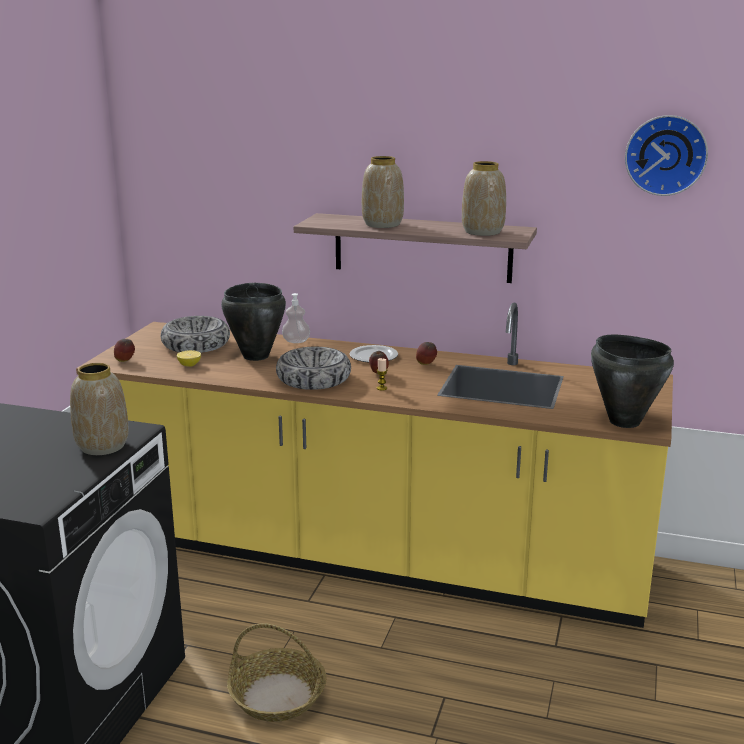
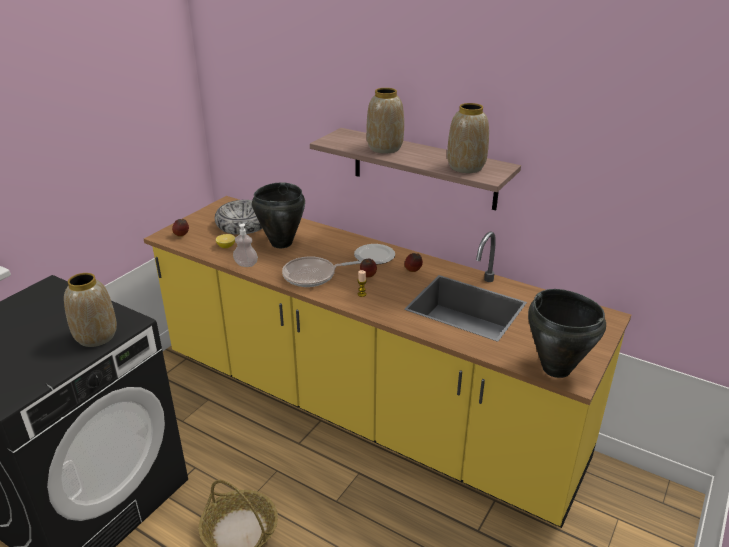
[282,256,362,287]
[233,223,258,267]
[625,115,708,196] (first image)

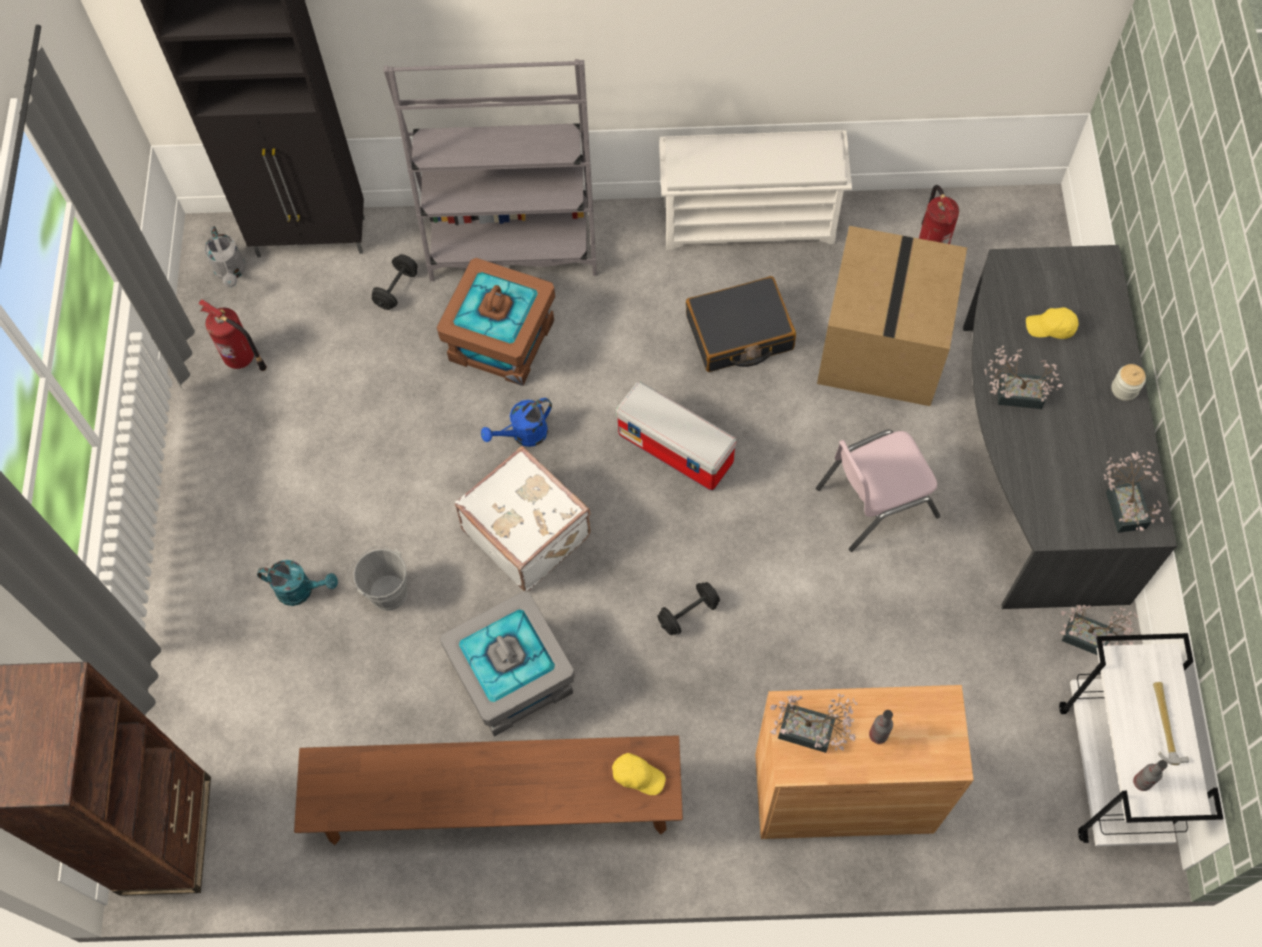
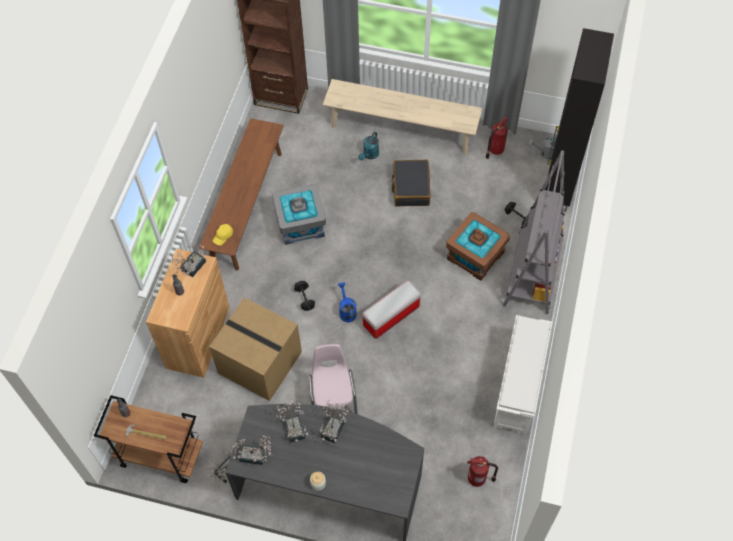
[347,546,407,611] (first image)
[455,446,590,592] (first image)
[338,282,357,322]
[391,160,431,206]
[209,297,302,401]
[1026,307,1078,339] (first image)
[94,395,203,483]
[276,400,308,443]
[323,79,482,155]

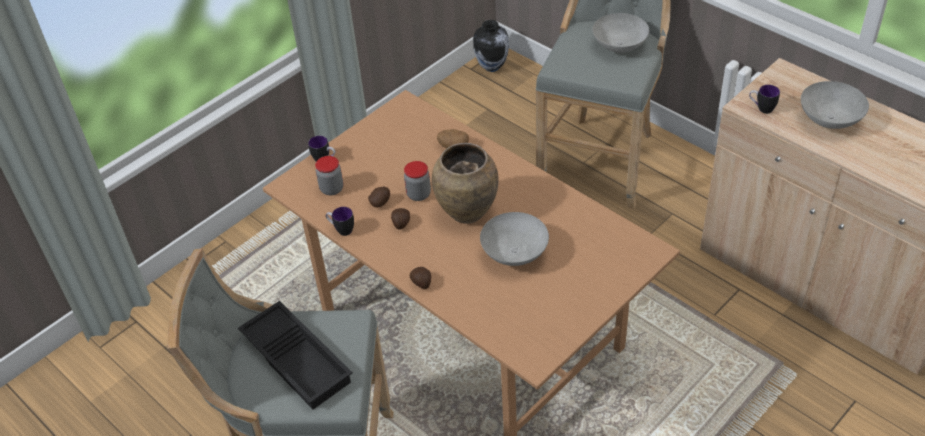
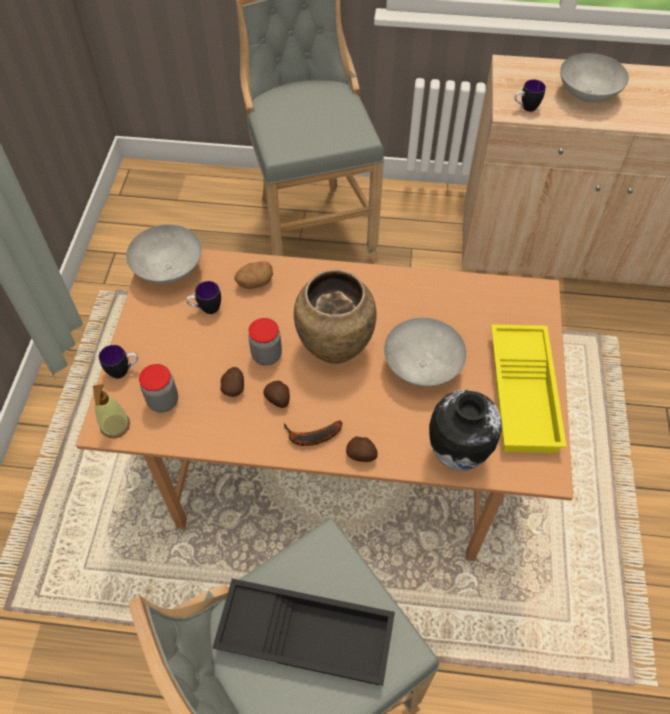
[186,281,221,314]
[429,390,502,471]
[126,224,202,284]
[93,384,130,438]
[284,421,342,446]
[491,324,567,453]

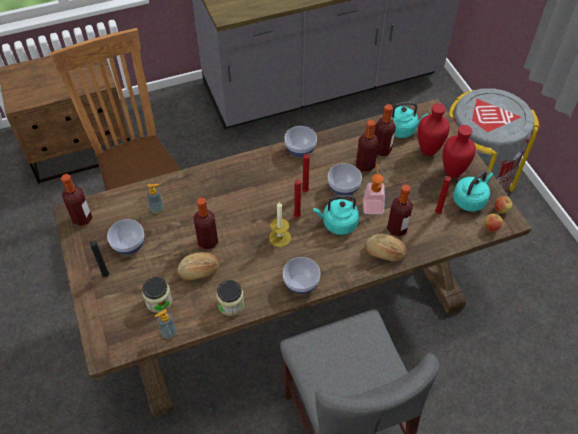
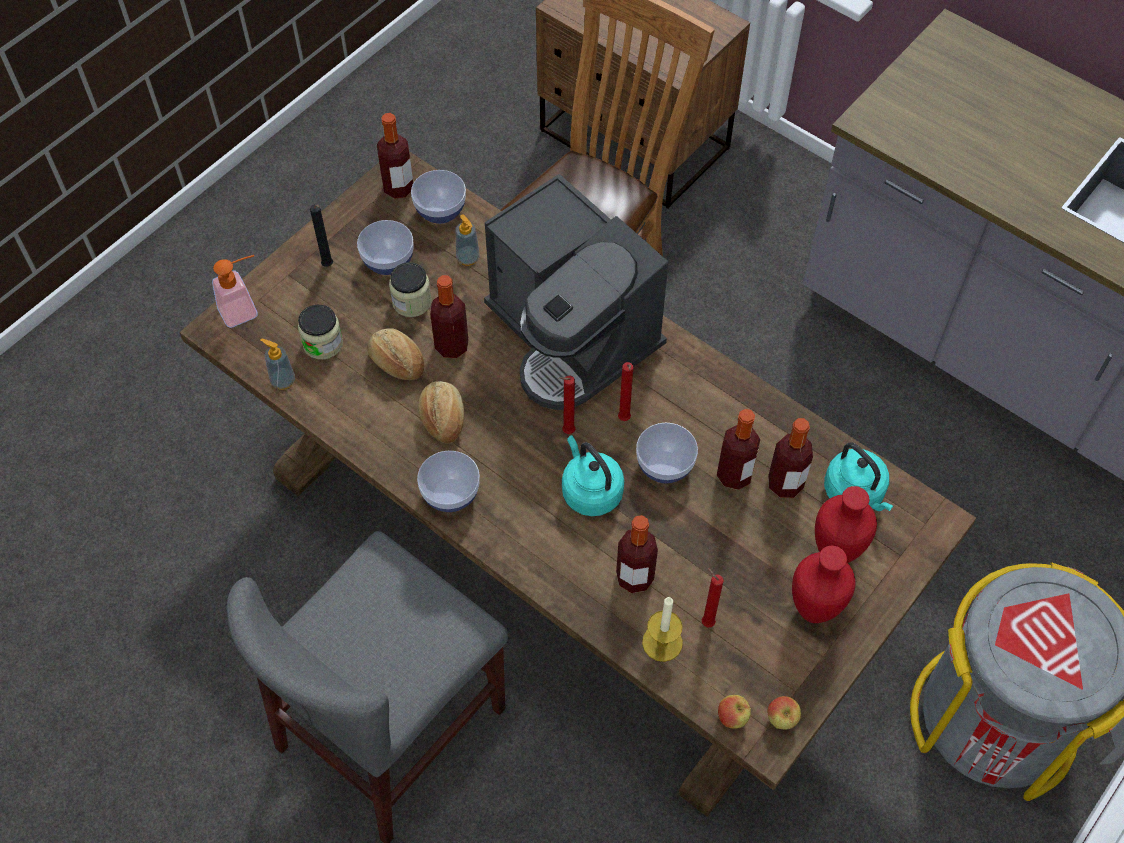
[389,262,432,317]
[642,596,683,662]
[411,170,466,224]
[212,255,257,328]
[418,381,464,444]
[453,170,493,211] (first image)
[484,174,668,410]

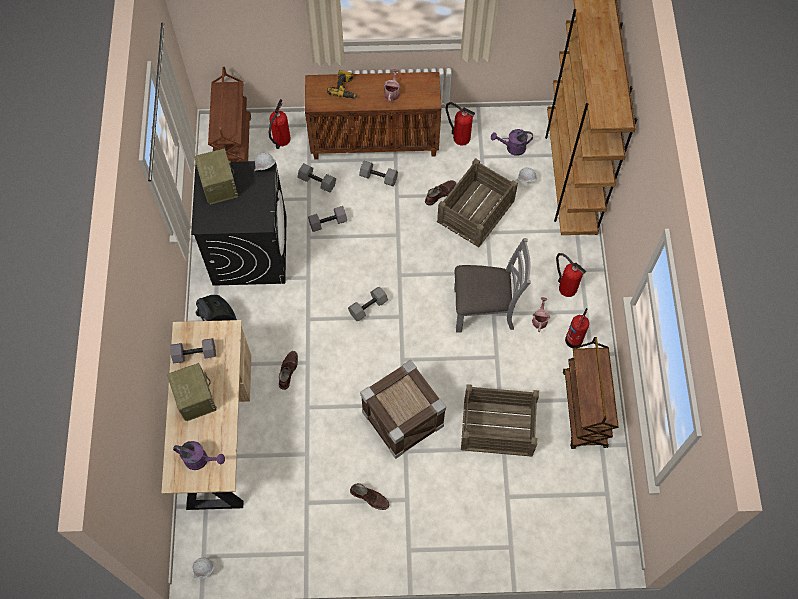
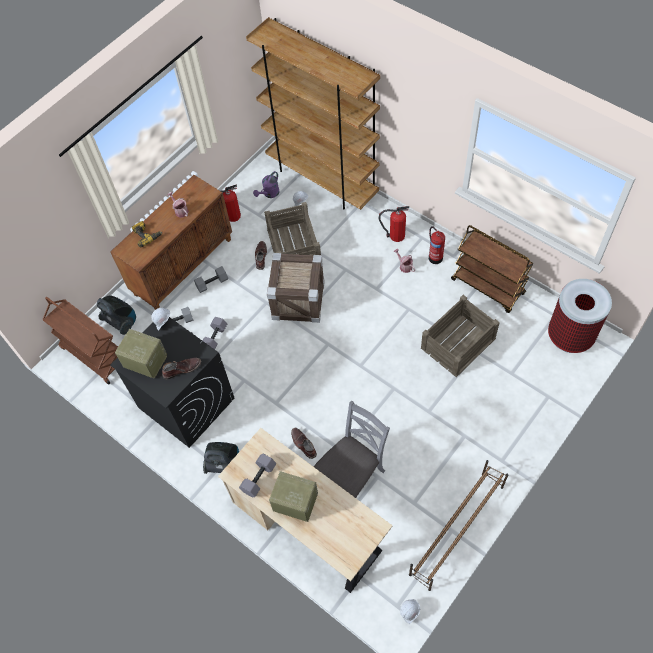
[173,441,225,470] (first image)
[97,295,136,335]
[348,287,388,321] (first image)
[162,358,201,379]
[267,253,325,323]
[314,401,390,498]
[409,460,509,591]
[548,279,612,353]

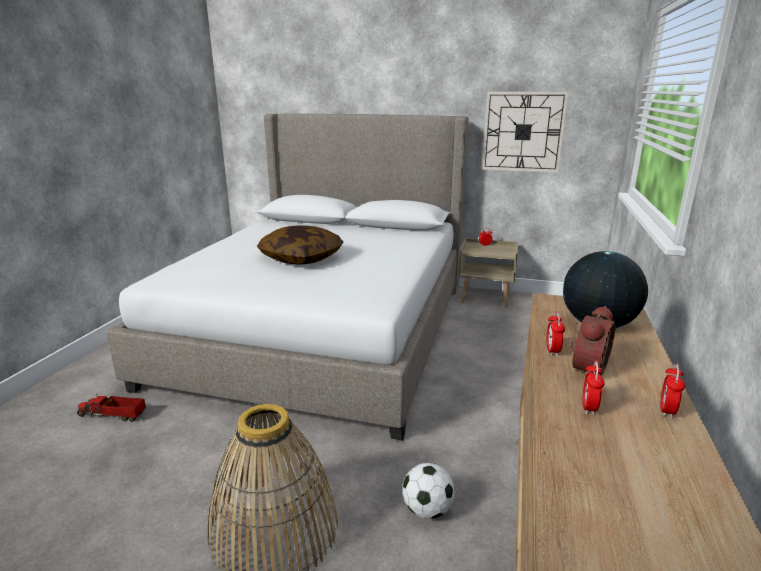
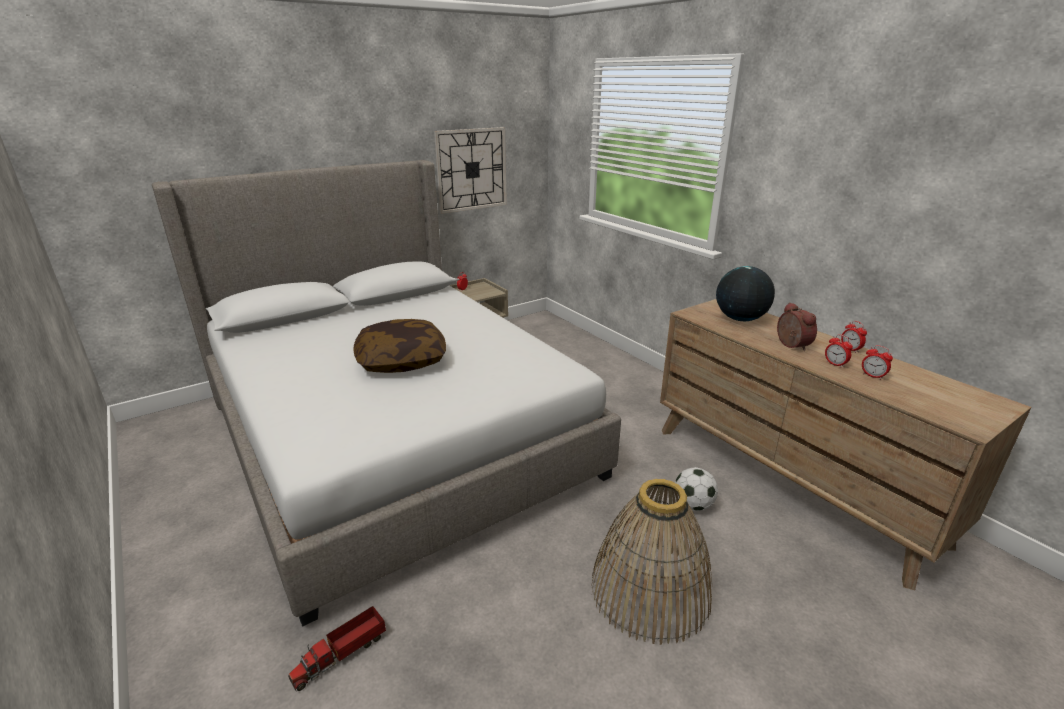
[862,345,893,380]

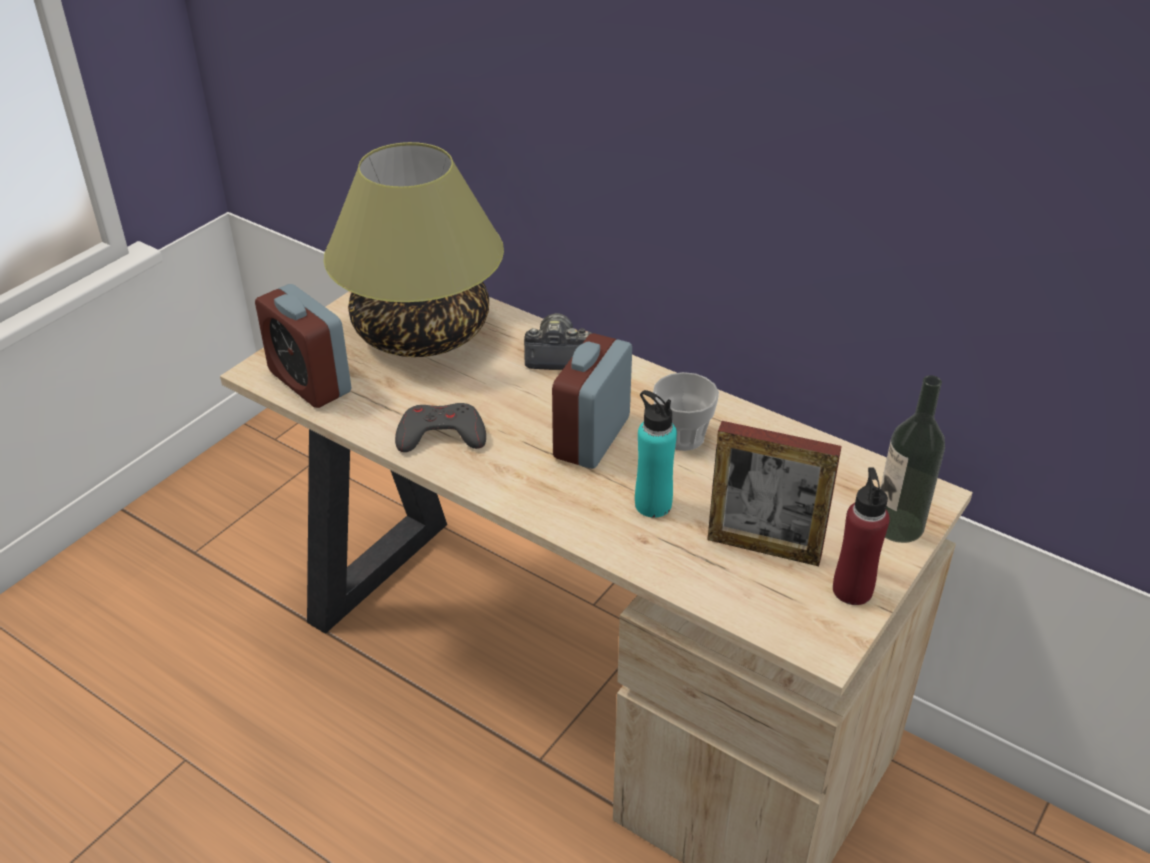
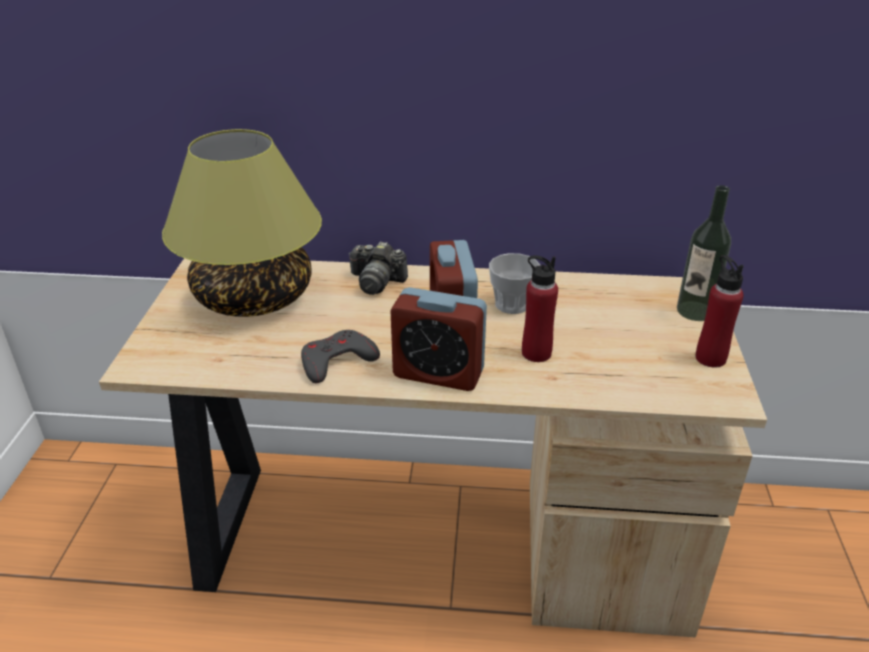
[390,287,487,391]
[348,241,408,295]
[522,255,558,362]
[707,421,842,566] (first image)

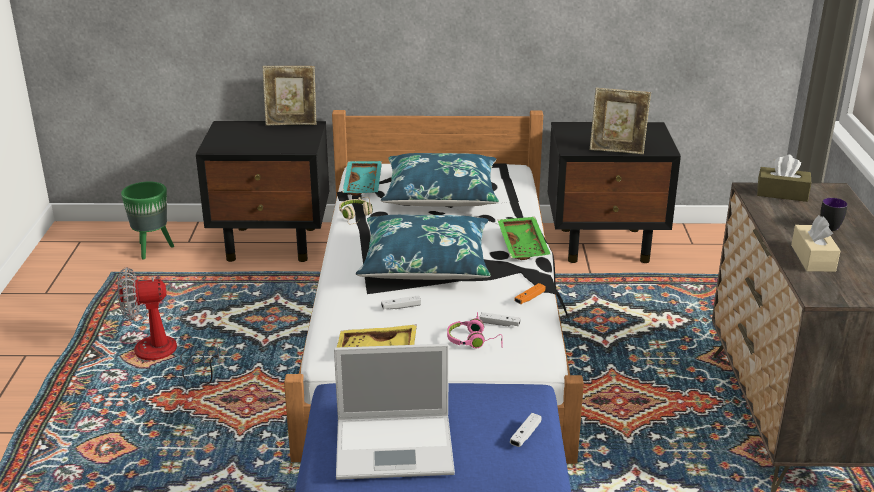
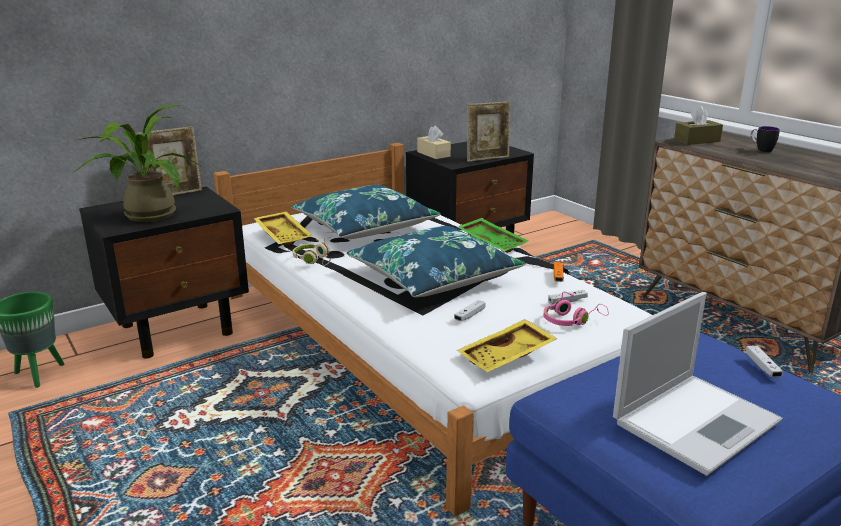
[118,267,220,385] (first image)
[253,211,313,246]
[417,126,451,159]
[74,105,205,222]

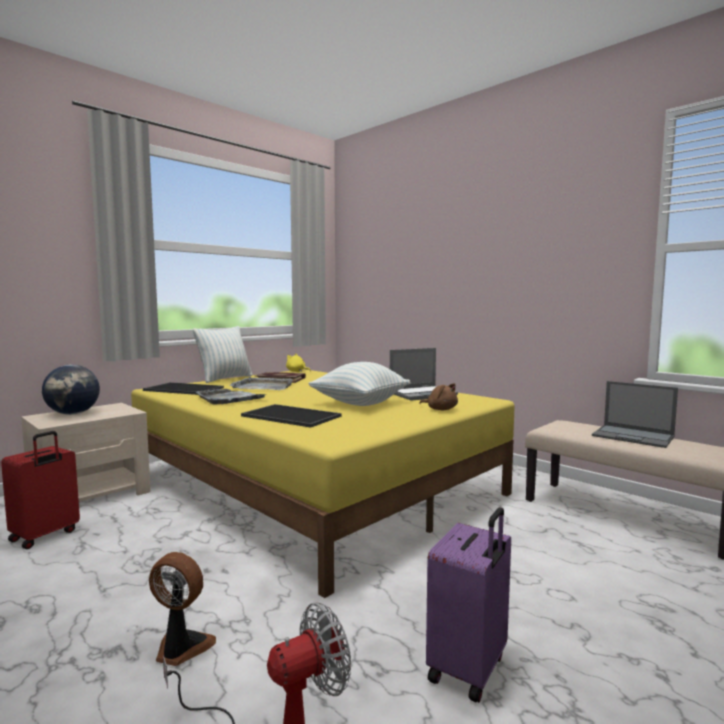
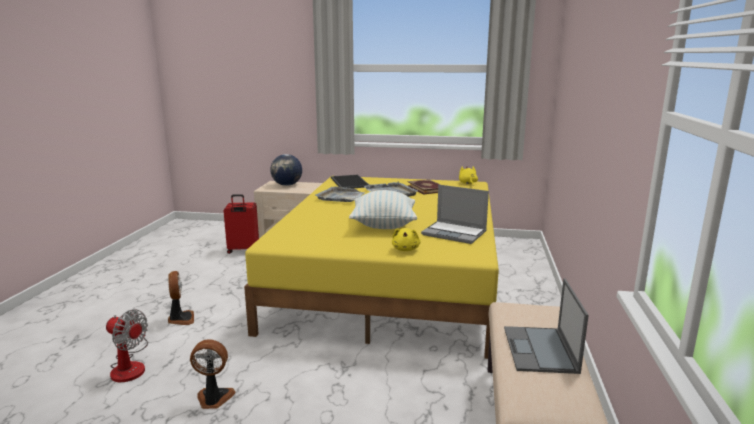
[193,326,252,383] (first image)
[241,404,342,428] (first image)
[392,228,421,251]
[190,339,236,409]

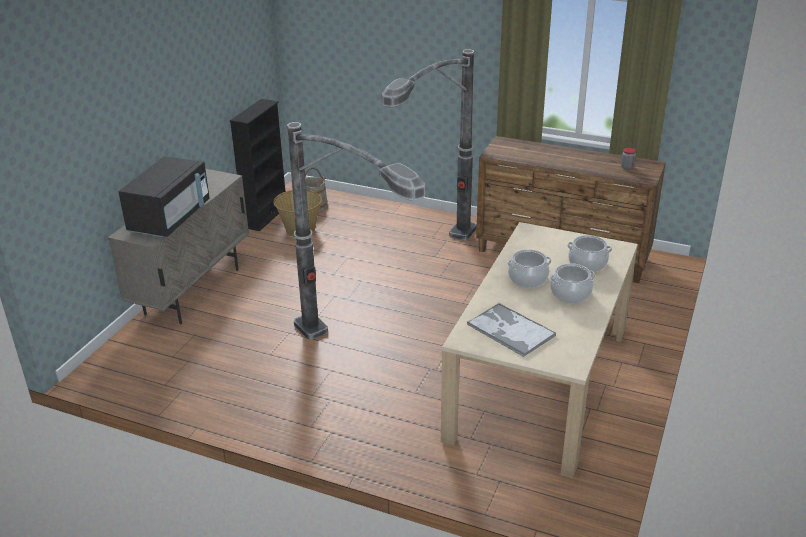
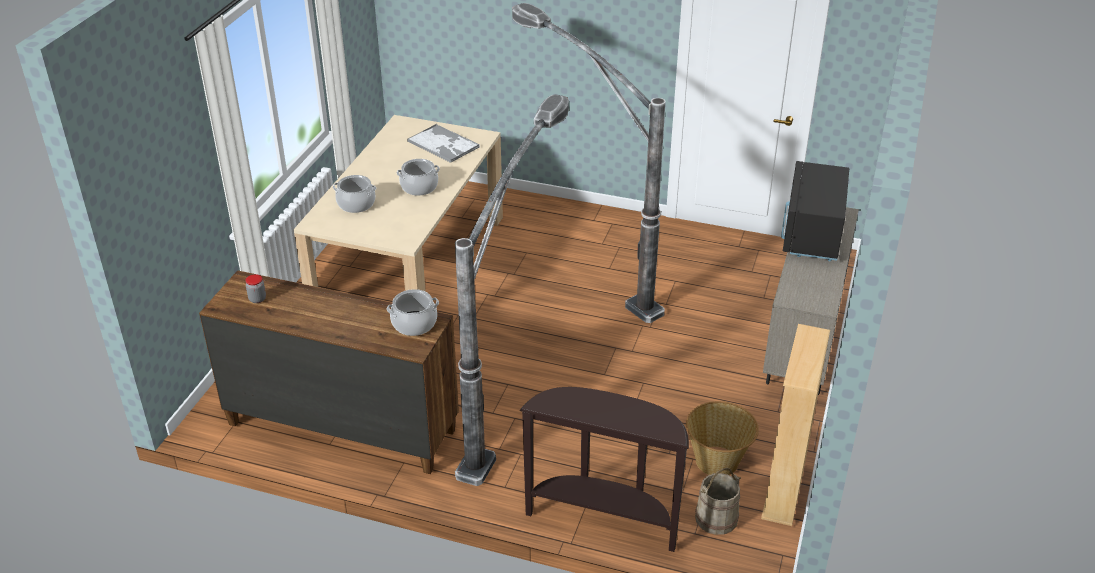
[761,324,830,526]
[387,289,439,336]
[519,387,689,552]

